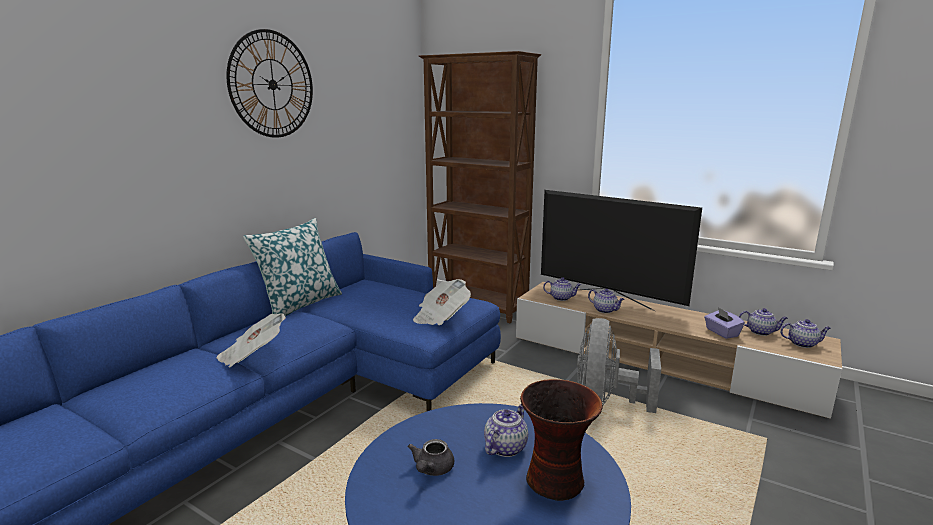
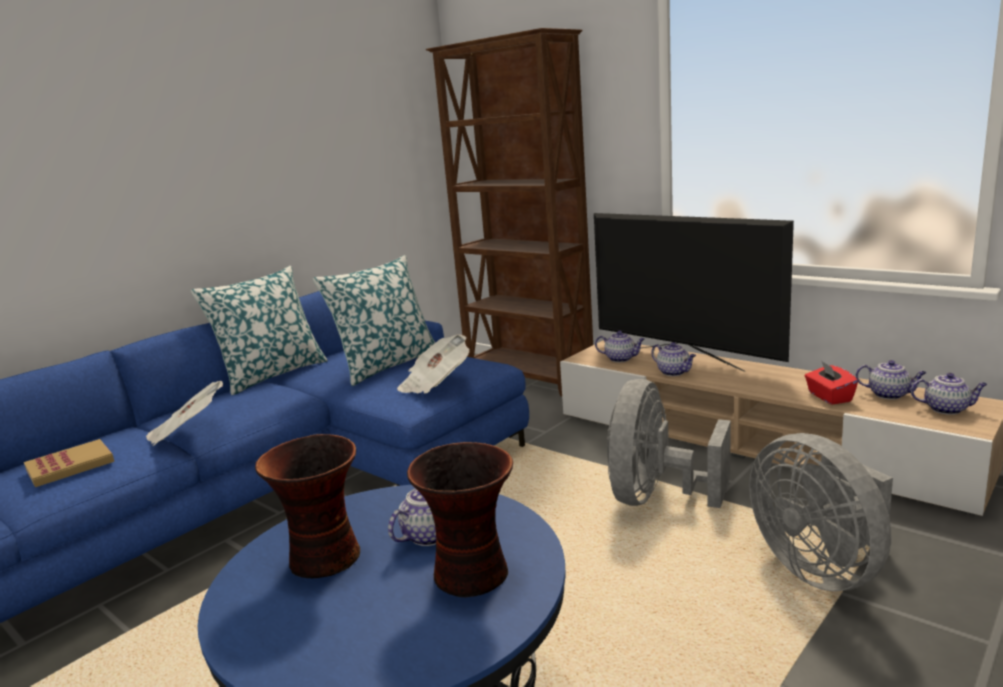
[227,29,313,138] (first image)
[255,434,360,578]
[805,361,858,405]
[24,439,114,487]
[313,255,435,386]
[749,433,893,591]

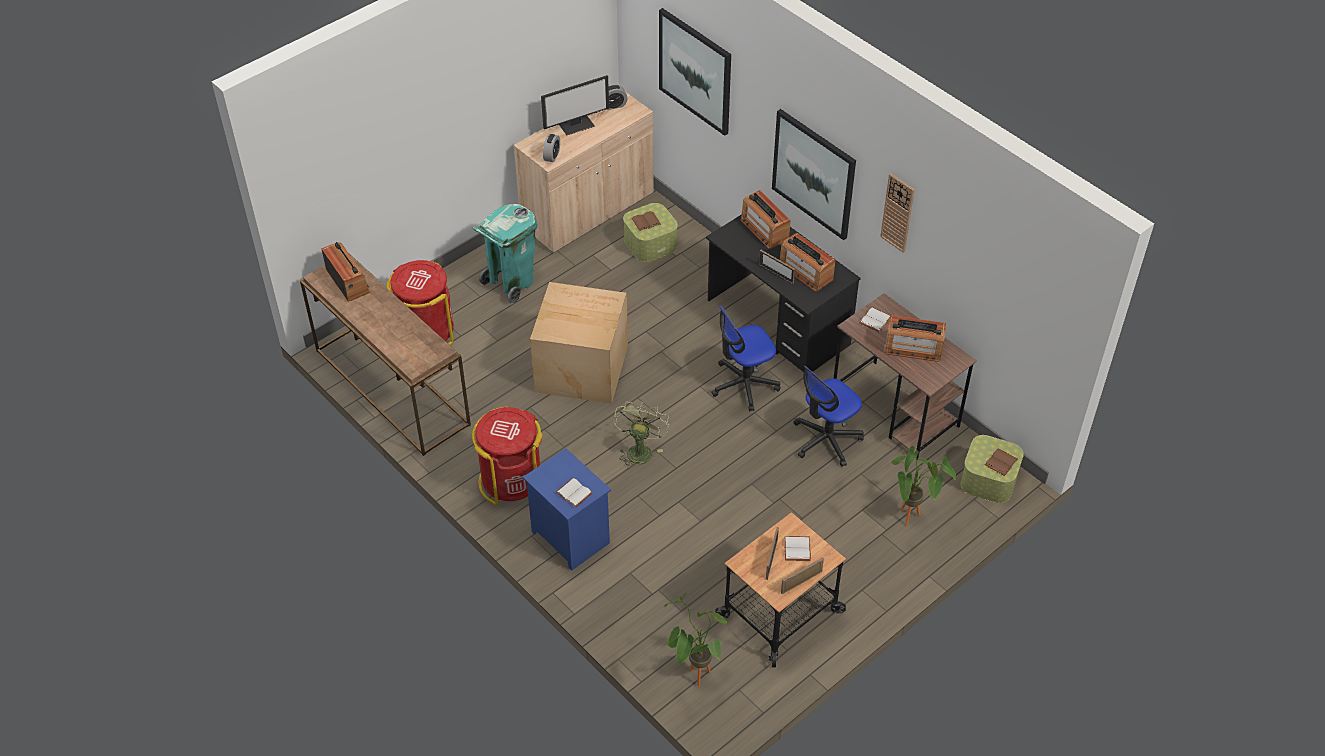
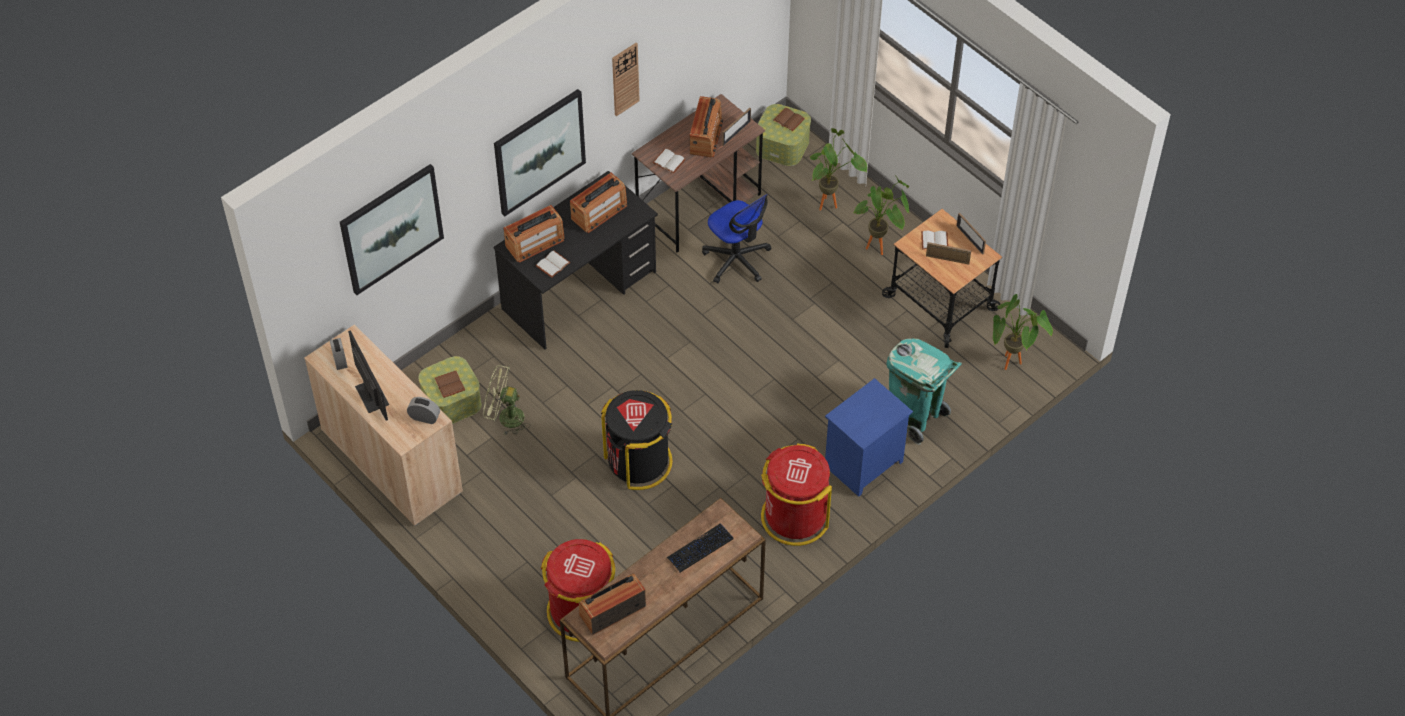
[887,338,962,445]
[601,390,672,490]
[535,251,570,278]
[483,365,530,435]
[711,305,780,411] (first image)
[722,108,751,146]
[667,524,734,572]
[853,175,910,255]

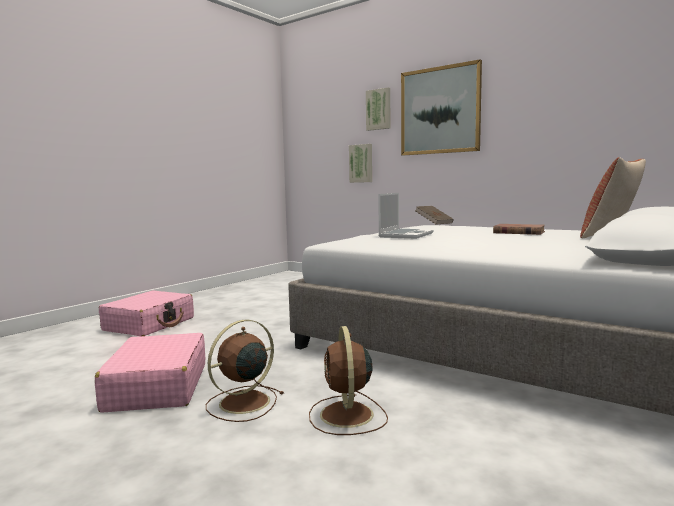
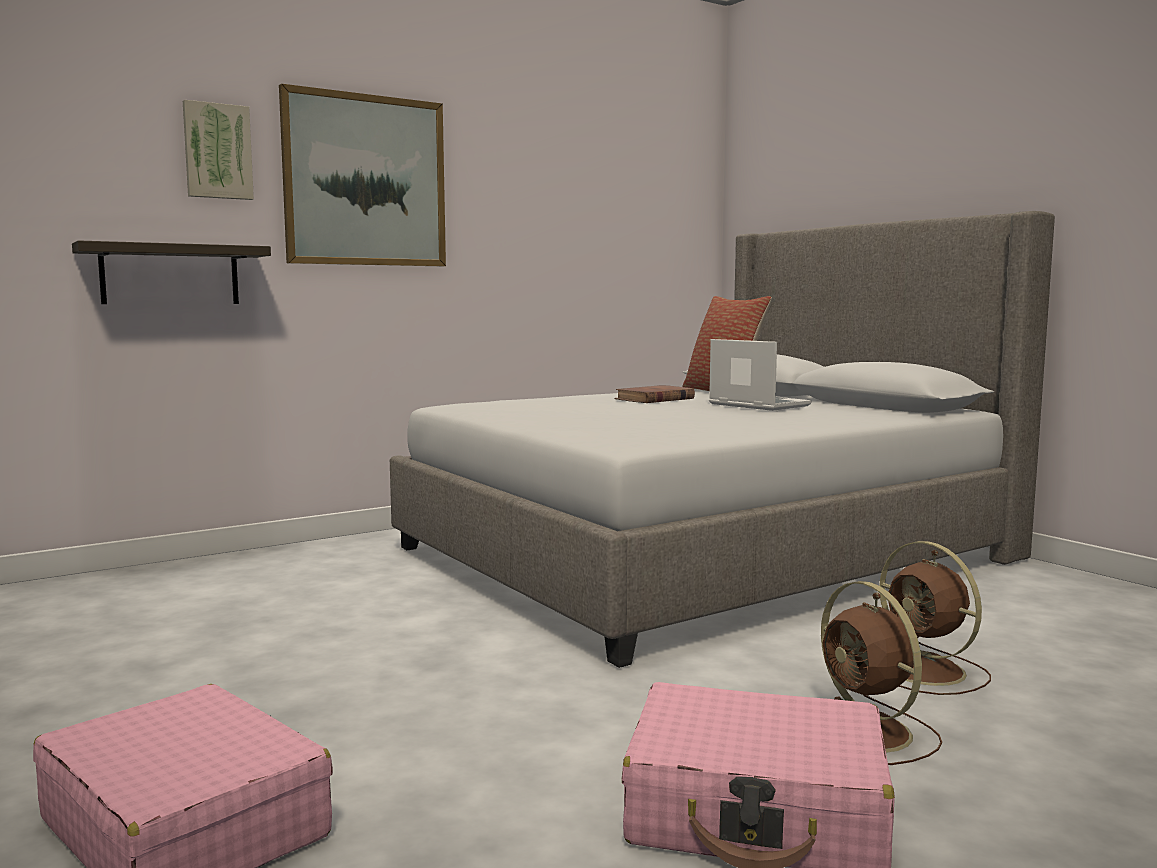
[880,541,991,695]
[72,240,271,304]
[709,339,811,411]
[416,206,453,225] (first image)

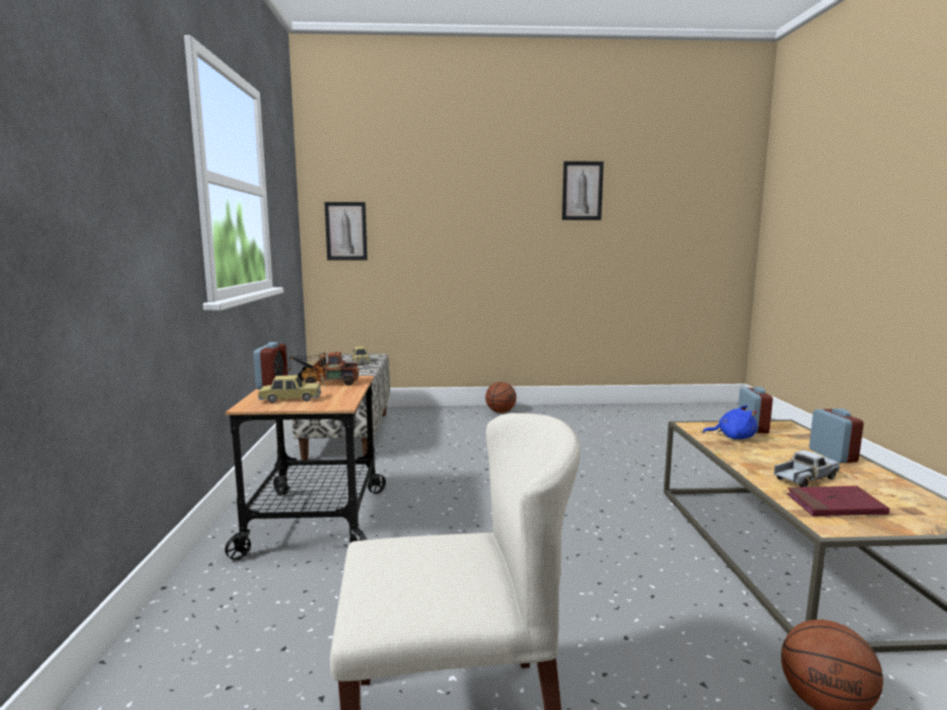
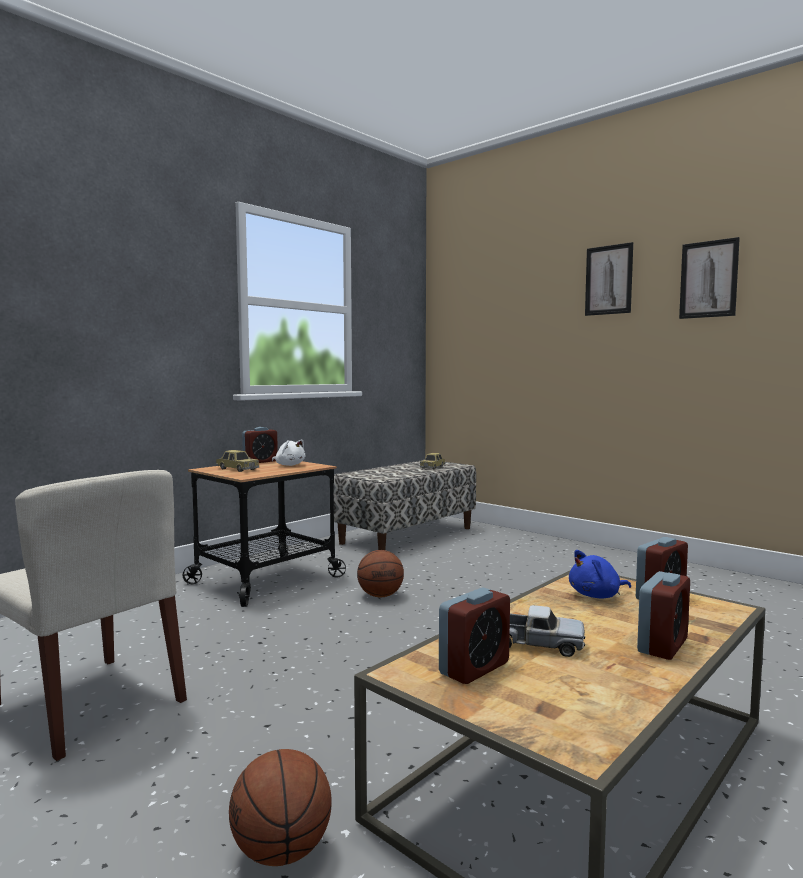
[272,439,306,466]
[585,242,633,316]
[357,550,404,597]
[569,550,631,599]
[439,587,510,684]

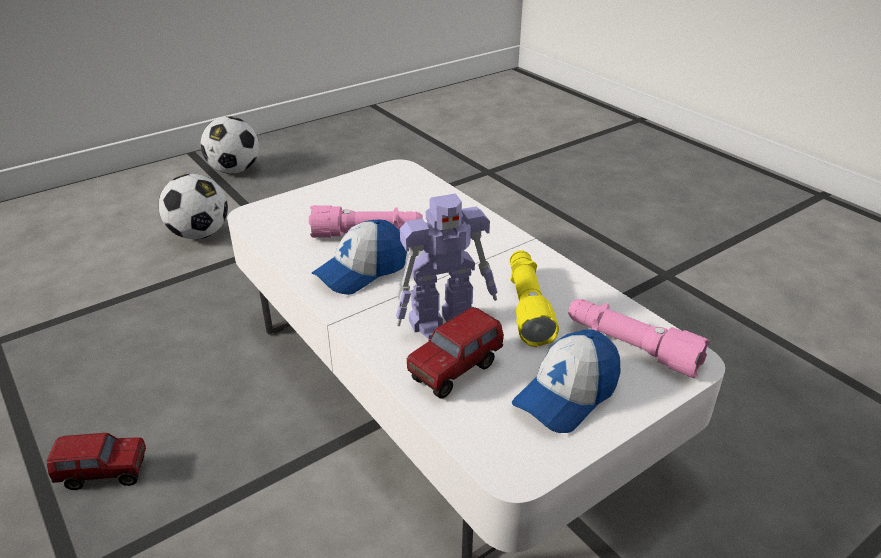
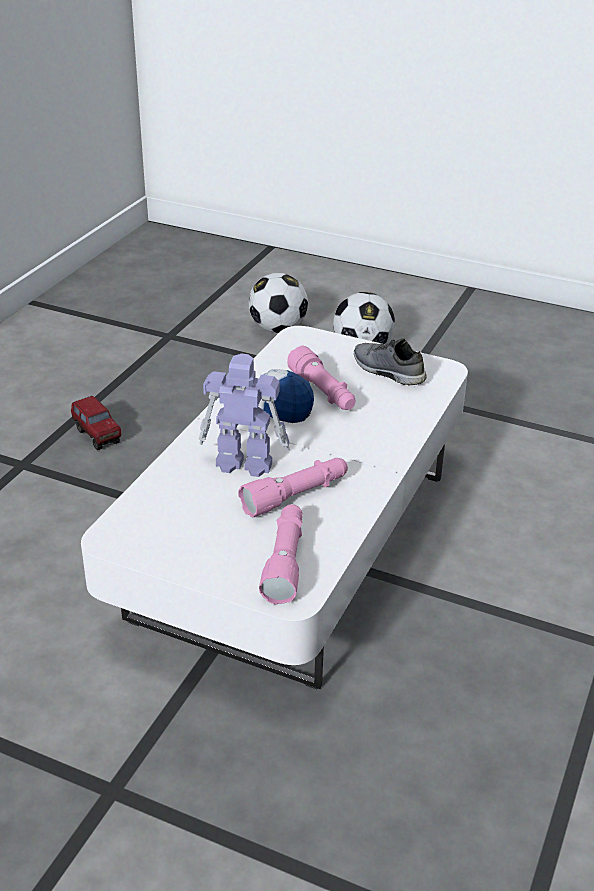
[249,273,308,333]
[198,353,290,477]
[407,307,504,399] (first image)
[238,458,348,518]
[512,329,621,433] (first image)
[354,338,427,385]

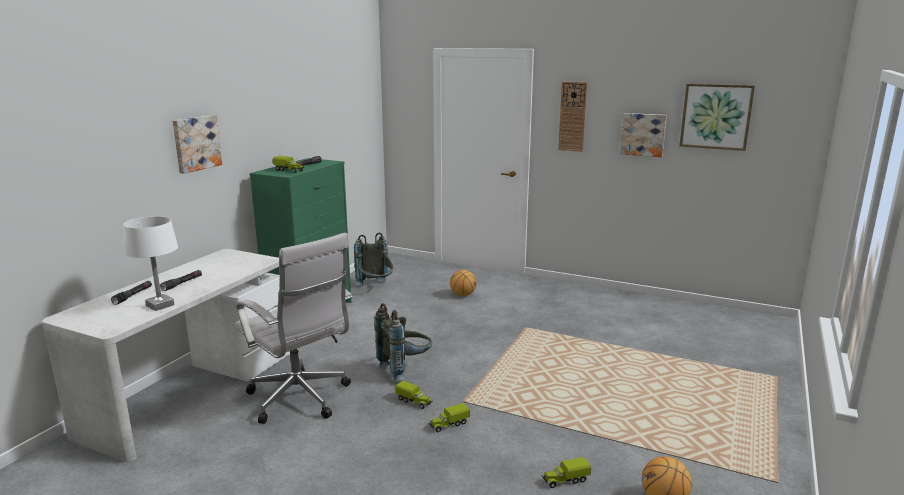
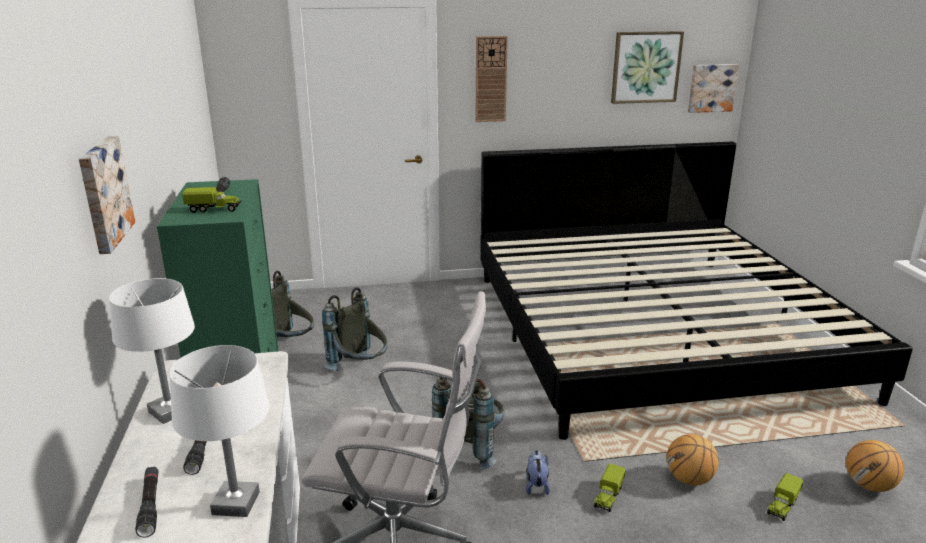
[526,450,550,495]
[666,434,719,486]
[688,64,739,113]
[109,278,195,424]
[322,287,388,371]
[480,142,913,440]

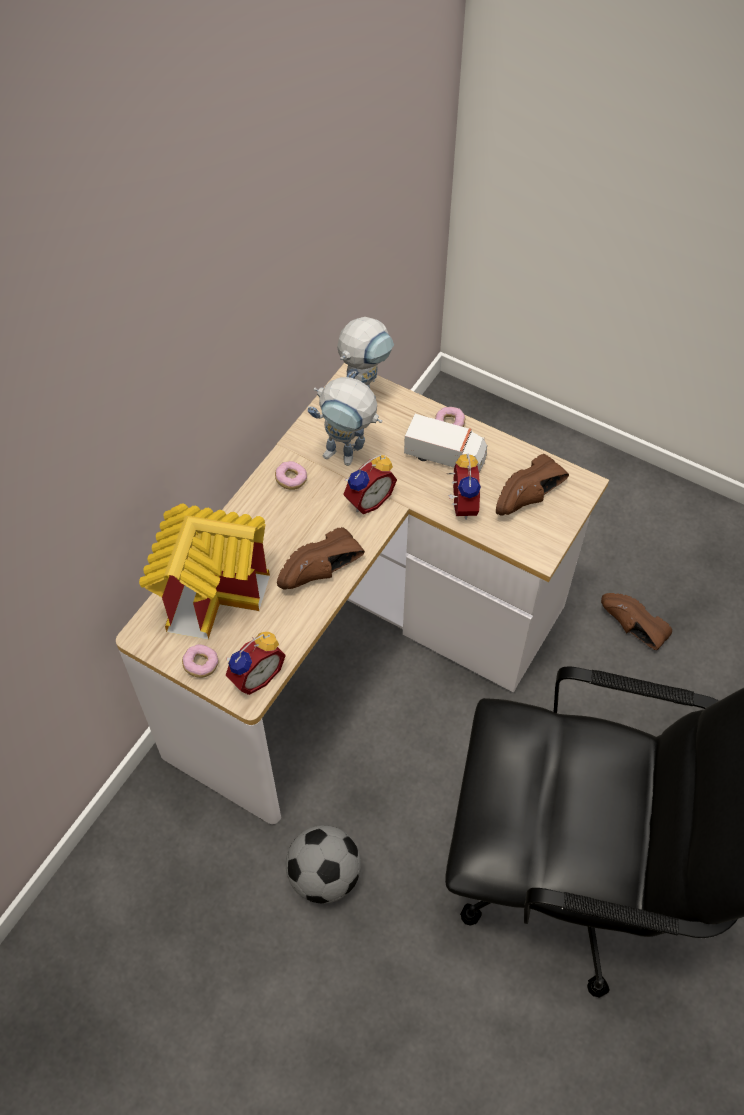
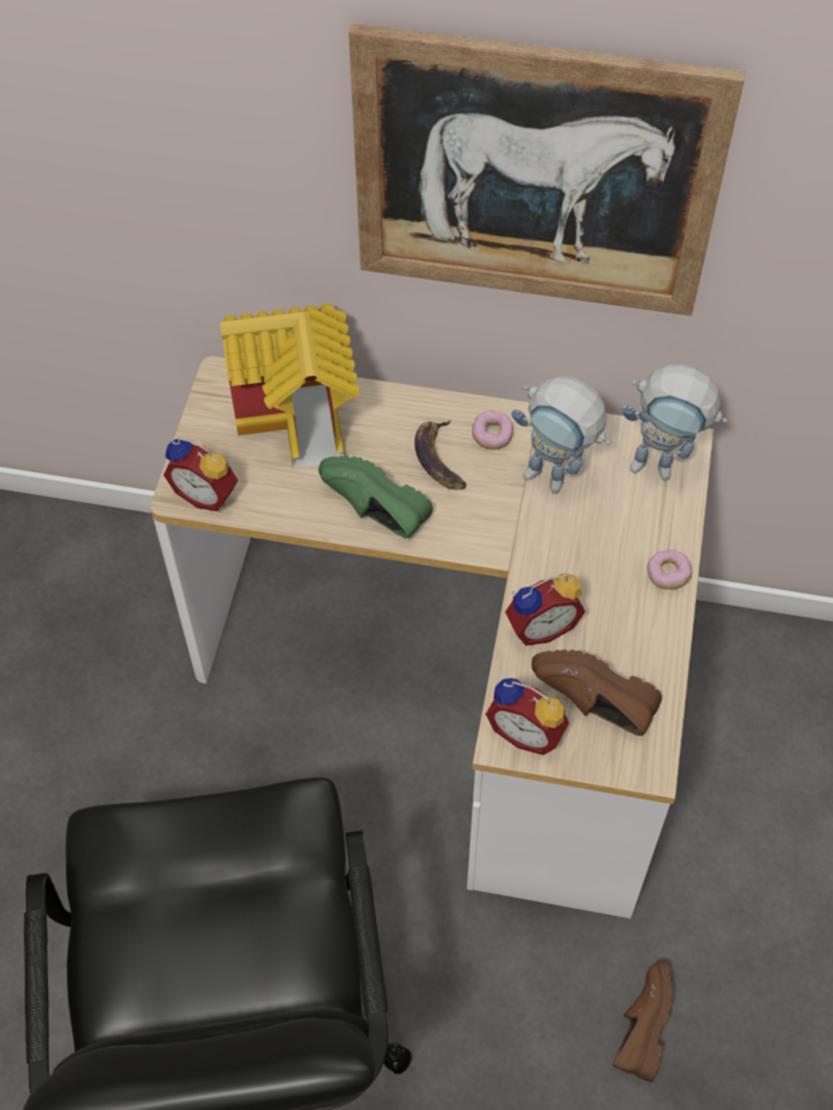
[182,644,219,678] (first image)
[318,456,433,539]
[286,825,361,903] (first image)
[511,376,611,493]
[486,678,569,755]
[404,414,487,472] (first image)
[349,24,745,316]
[415,420,466,490]

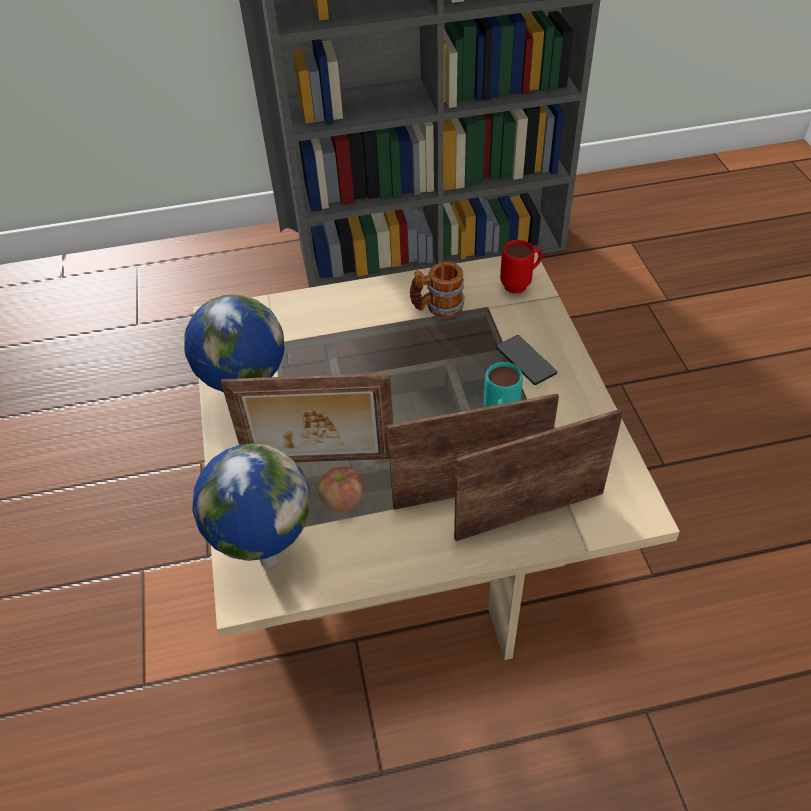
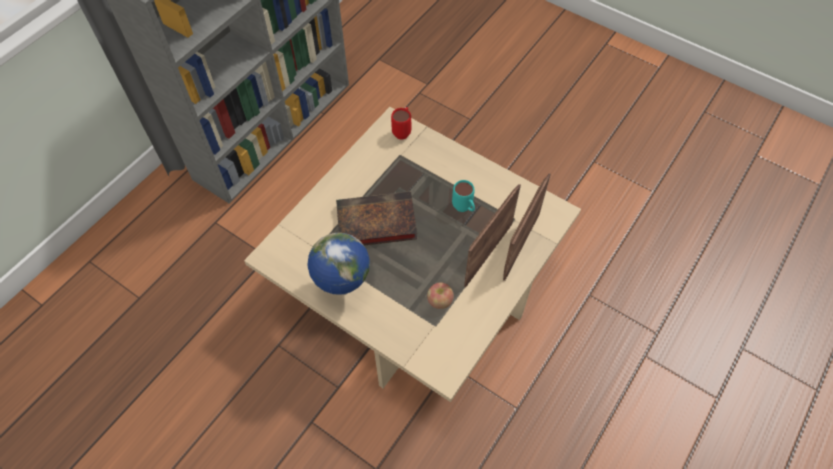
[192,443,310,568] (first image)
[221,373,393,462] (first image)
[410,261,465,318] (first image)
[496,335,557,385] (first image)
[336,191,417,245]

